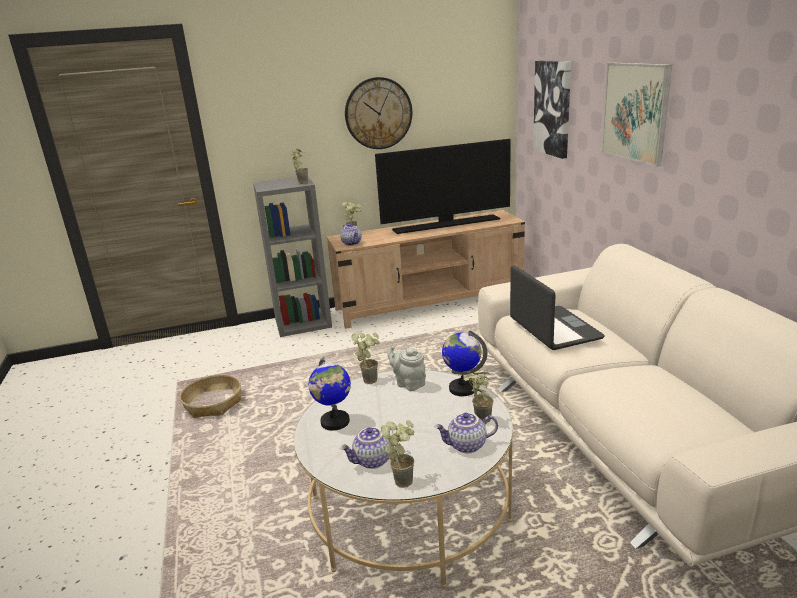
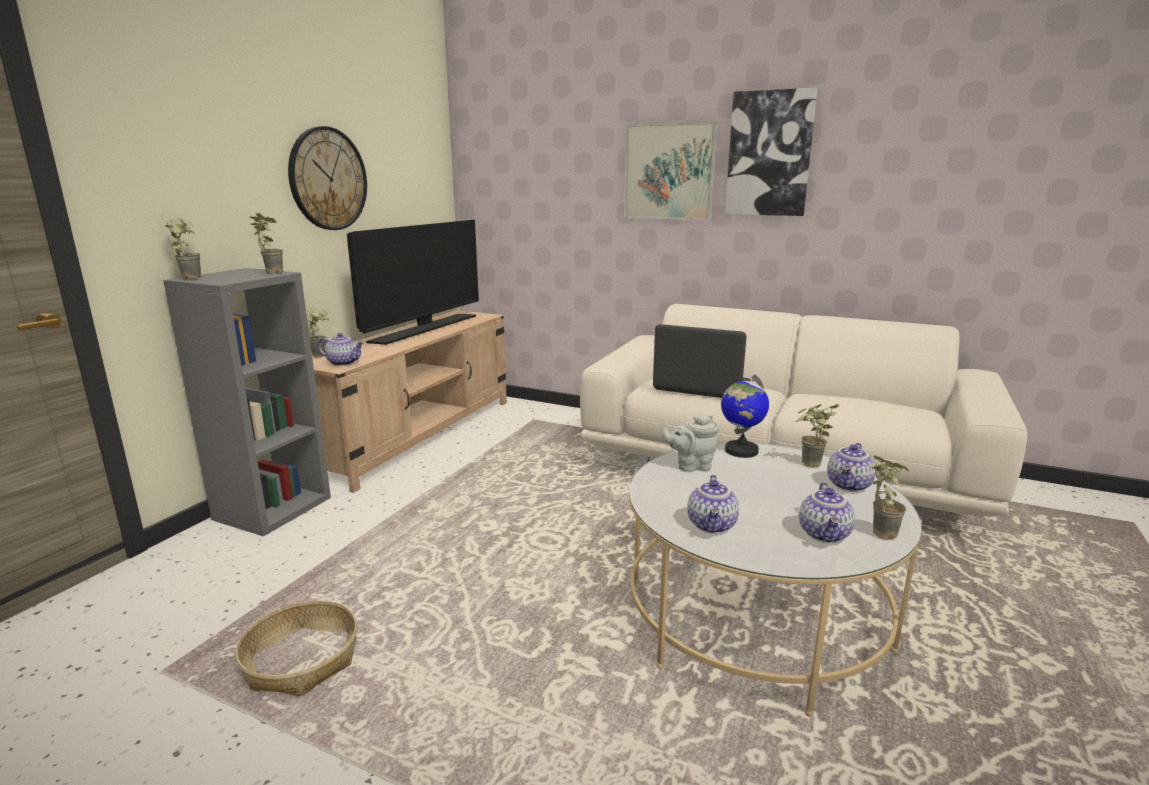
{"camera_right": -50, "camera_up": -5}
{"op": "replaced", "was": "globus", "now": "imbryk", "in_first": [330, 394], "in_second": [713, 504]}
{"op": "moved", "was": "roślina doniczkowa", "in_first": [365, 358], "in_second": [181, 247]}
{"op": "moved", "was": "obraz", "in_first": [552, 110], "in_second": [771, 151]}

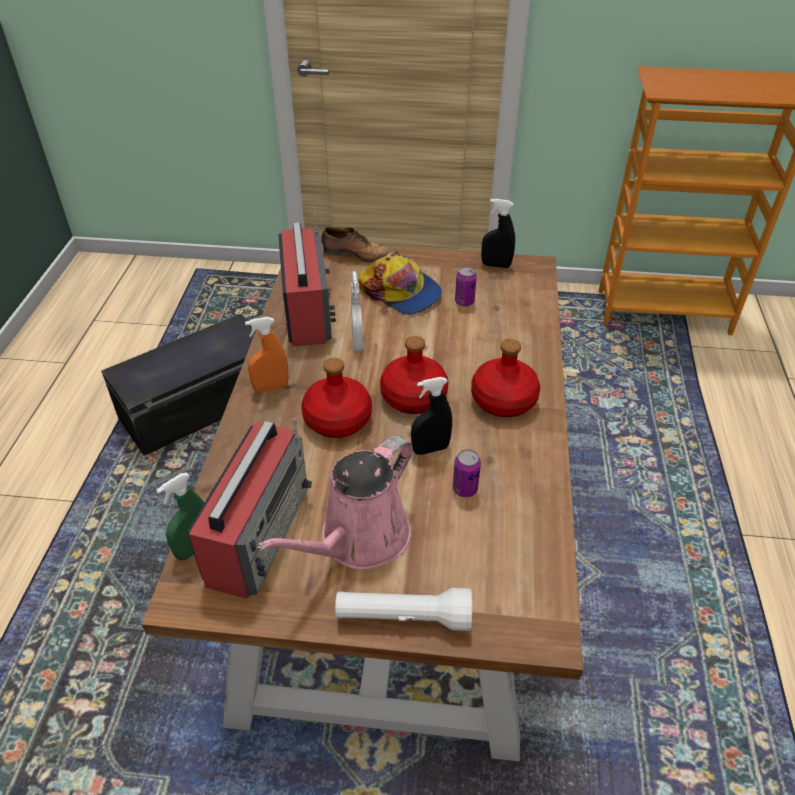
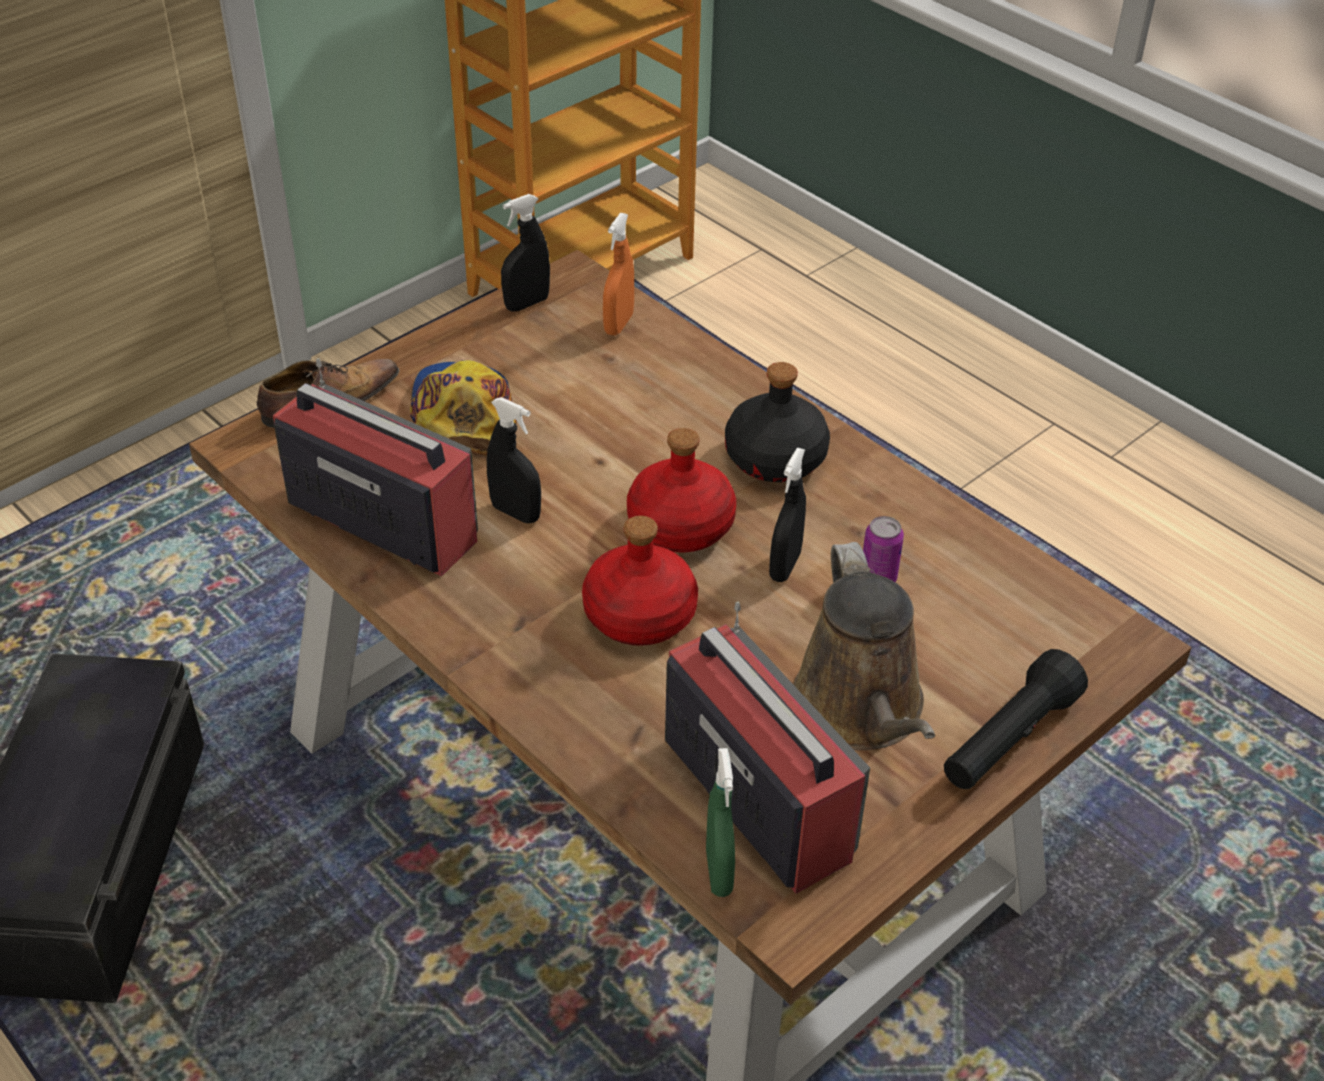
{"camera_right": -50, "camera_up": 0}
{"op": "moved", "was": "spryskiwacz [pomarańczowy]", "in_first": [266, 355], "in_second": [618, 274]}
{"op": "recoloured", "was": "konewka [różowy]", "now": "konewka [brązowy]", "in_first": [335, 502], "in_second": [864, 646]}
{"op": "recoloured", "was": "latarka [biały]", "now": "latarka [czarny]", "in_first": [403, 609], "in_second": [1016, 719]}
{"op": "recoloured", "was": "spryskiwacz [biały]", "now": "spryskiwacz [czarny]", "in_first": [357, 311], "in_second": [514, 460]}
{"op": "turned", "was": "czapka z daszkiem", "in_first": [400, 284], "in_second": [463, 407], "clockwise": -90}
{"op": "removed", "was": "puszka", "in_first": [466, 287]}
{"op": "recoloured", "was": "butelka [czerwony]", "now": "butelka [czarny]", "in_first": [505, 378], "in_second": [777, 422]}

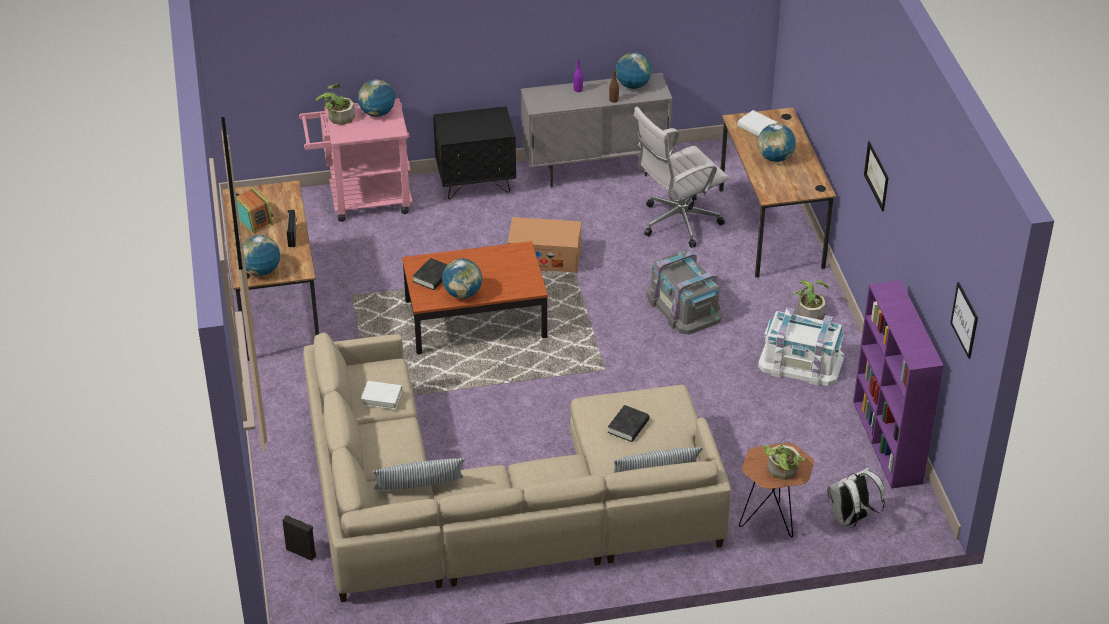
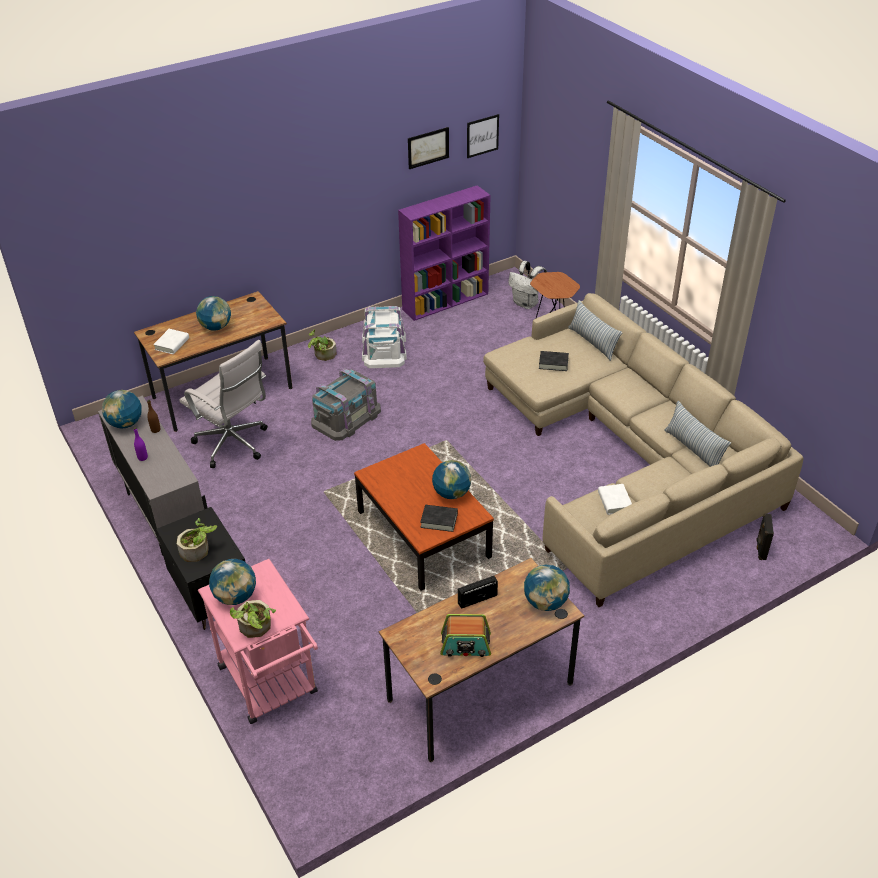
{"camera_right": -110, "camera_up": 0}
{"op": "turned", "was": "radio", "in_first": [254, 210], "in_second": [465, 635], "clockwise": -120}
{"op": "removed", "was": "karton", "in_first": [544, 245]}
{"op": "moved", "was": "roślina doniczkowa", "in_first": [785, 462], "in_second": [196, 540]}
{"op": "moved", "was": "obraz", "in_first": [876, 176], "in_second": [428, 148]}

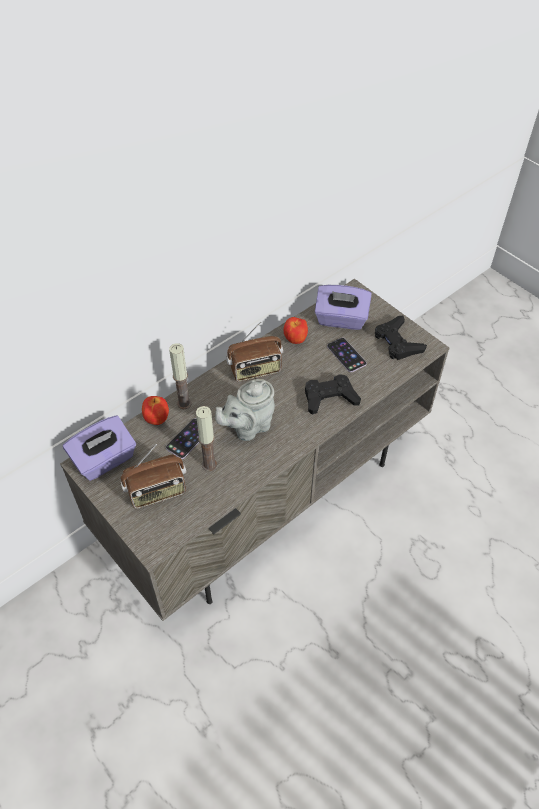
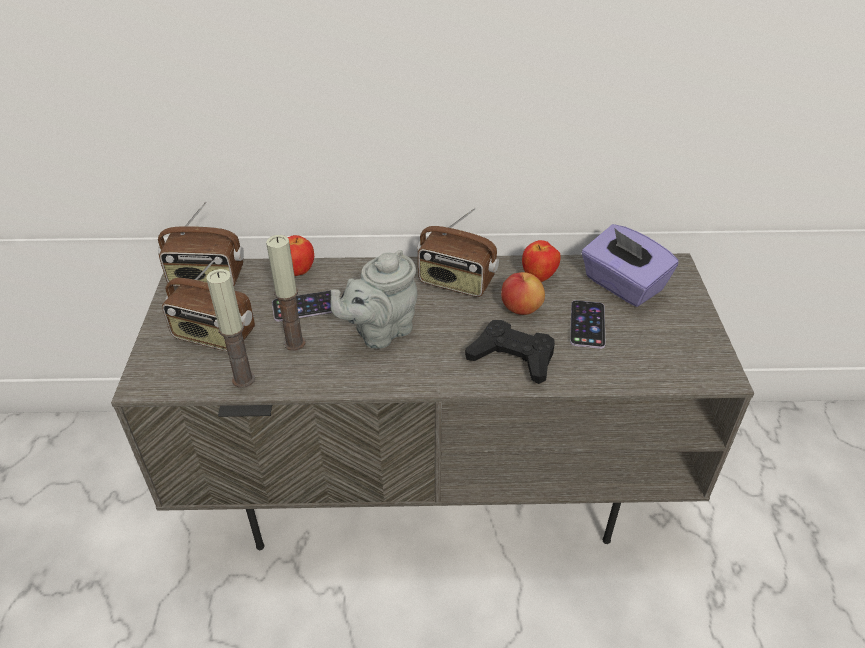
{"camera_right": 40, "camera_up": -10}
{"op": "replaced", "was": "pudełko chusteczek [fioletowy]", "now": "radio", "in_first": [99, 448], "in_second": [201, 243]}
{"op": "moved", "was": "świeca", "in_first": [180, 376], "in_second": [231, 328]}
{"op": "turned", "was": "imbryk [szary]", "in_first": [245, 410], "in_second": [373, 299], "clockwise": -45}
{"op": "removed", "was": "pad do gier [czarny]", "in_first": [401, 337]}
{"op": "added", "now": "jabłko", "in_second": [523, 293]}

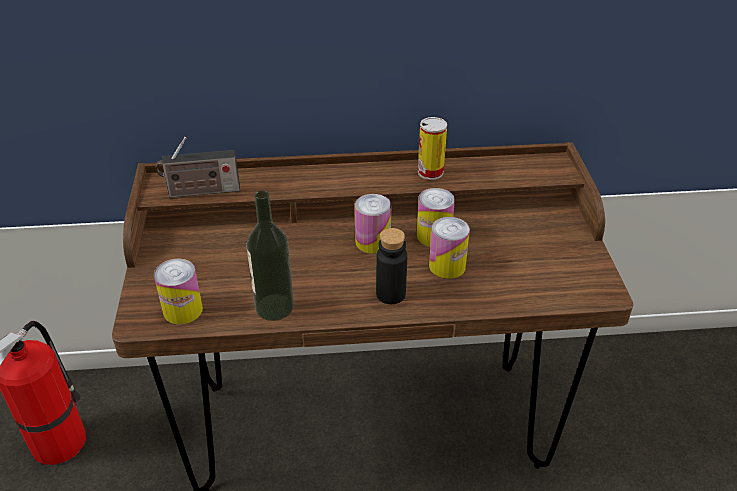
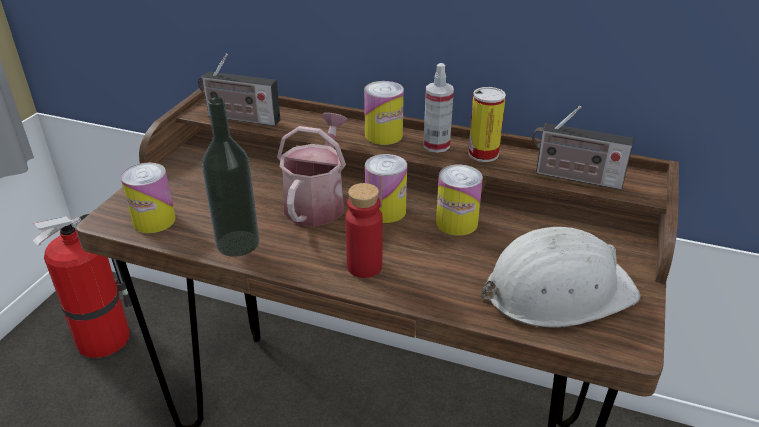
{"camera_right": 25, "camera_up": -5}
{"op": "recoloured", "was": "butelka [czarny]", "now": "butelka [czerwony]", "in_first": [391, 266], "in_second": [364, 230]}
{"op": "moved", "was": "puszka", "in_first": [449, 248], "in_second": [384, 113]}
{"op": "added", "now": "konewka", "in_second": [312, 170]}
{"op": "added", "now": "spryskiwacz", "in_second": [438, 108]}
{"op": "added", "now": "kask [biały]", "in_second": [561, 277]}
{"op": "added", "now": "radio", "in_second": [583, 148]}

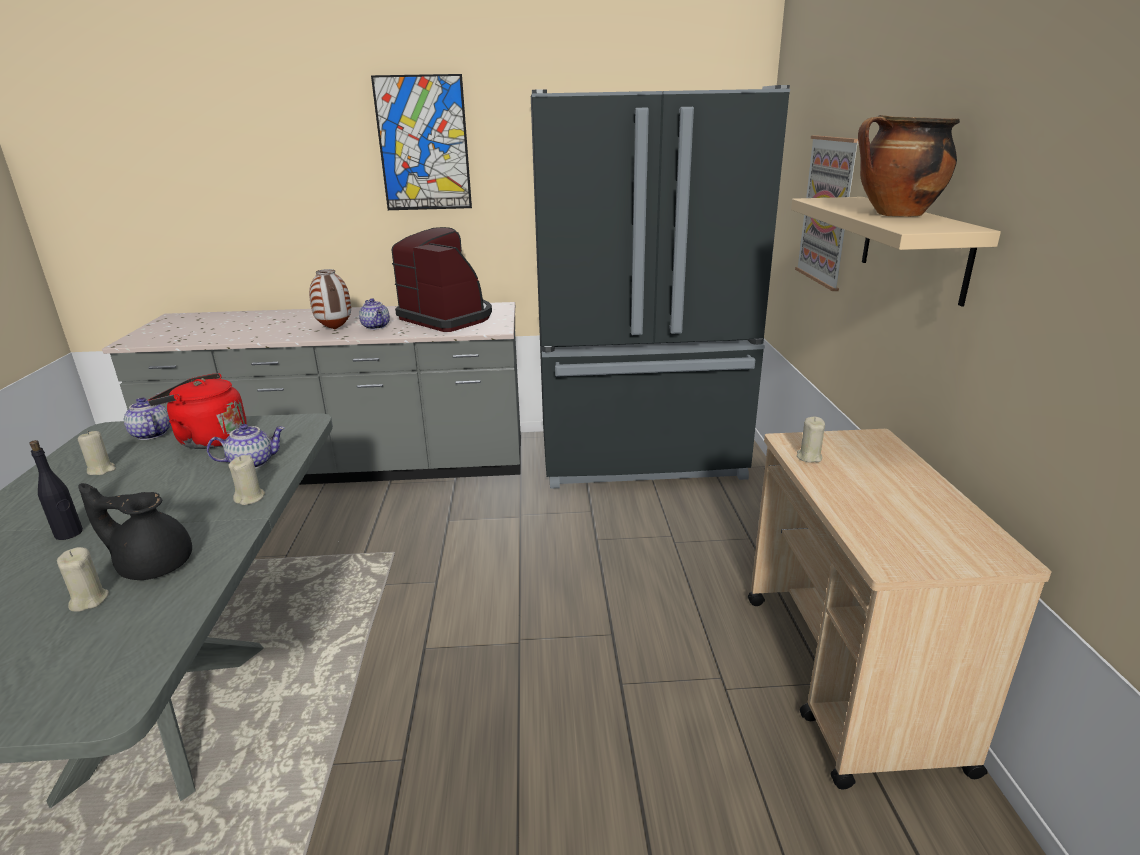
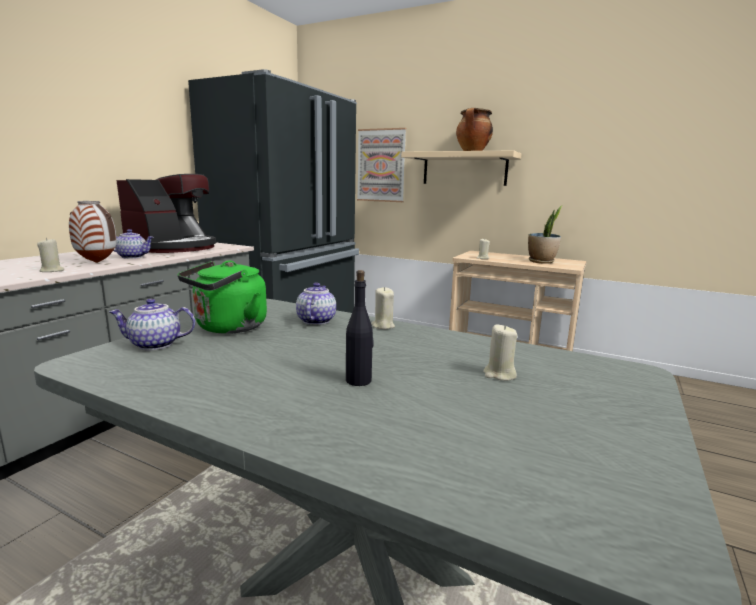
{"camera_right": -60, "camera_up": -10}
{"op": "moved", "was": "świeca [beżowy]", "in_first": [97, 453], "in_second": [50, 255]}
{"op": "removed", "was": "imbryk [czarny]", "in_first": [135, 531]}
{"op": "recoloured", "was": "czajnik [czerwony]", "now": "czajnik [zielony]", "in_first": [197, 411], "in_second": [222, 297]}
{"op": "removed", "was": "obraz", "in_first": [421, 142]}
{"op": "turned", "was": "ekspres do kawy", "in_first": [442, 279], "in_second": [166, 213], "clockwise": 135}
{"op": "added", "now": "roślina doniczkowa", "in_second": [545, 235]}

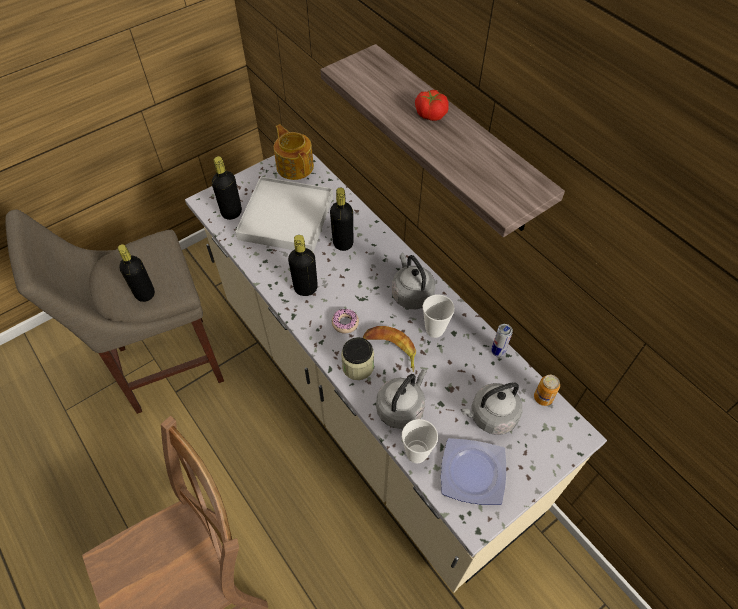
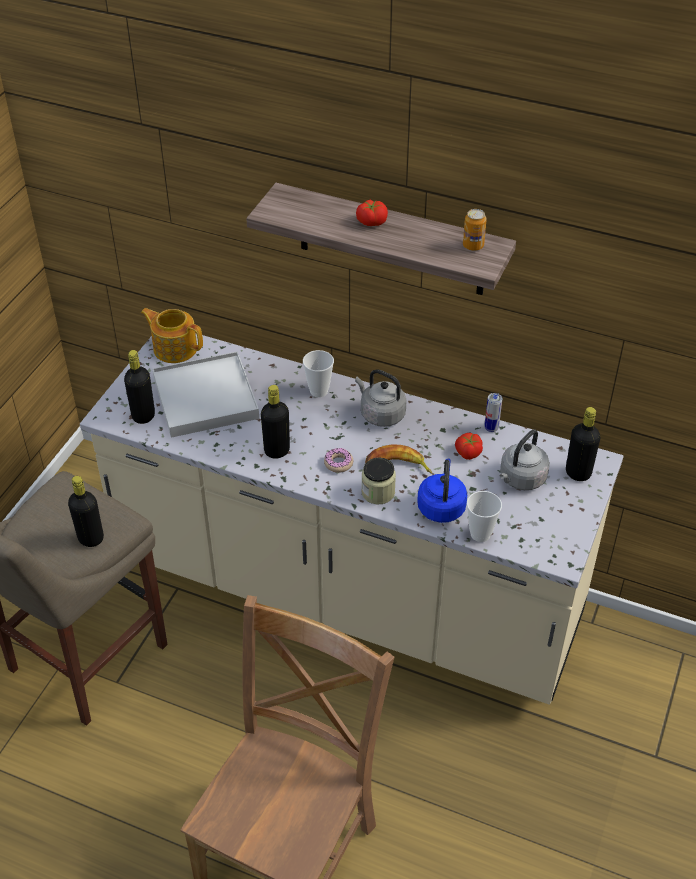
{"camera_right": -30, "camera_up": -10}
{"op": "moved", "was": "butelka [czarny]", "in_first": [341, 219], "in_second": [583, 444]}
{"op": "recoloured", "was": "czajnik [szary]", "now": "czajnik [niebieski]", "in_first": [401, 399], "in_second": [442, 491]}
{"op": "moved", "was": "filiżanka", "in_first": [439, 316], "in_second": [318, 373]}
{"op": "removed", "was": "talerz", "in_first": [473, 471]}
{"op": "moved", "was": "puszka", "in_first": [547, 390], "in_second": [474, 230]}
{"op": "added", "now": "pomidor", "in_second": [469, 446]}

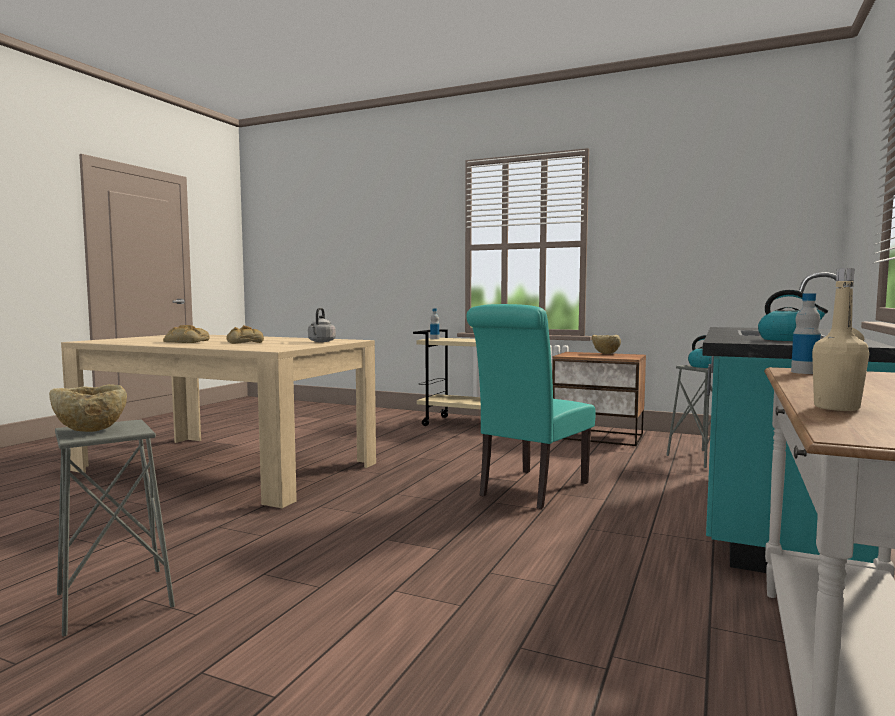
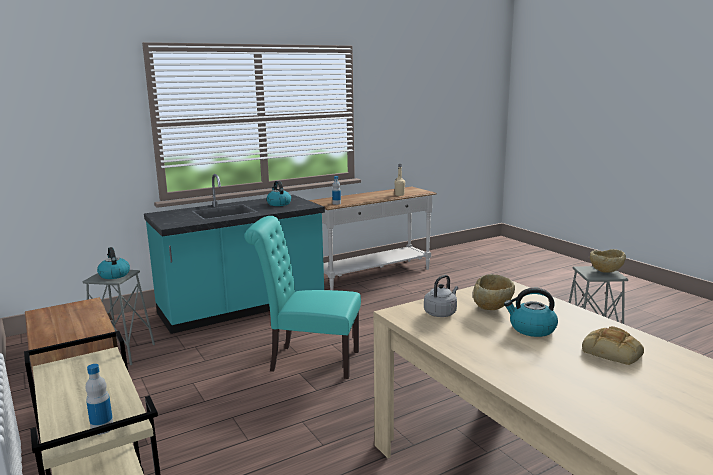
{"camera_right": -145, "camera_up": 10}
{"op": "replaced", "was": "chleb", "now": "czajnik", "in_first": [245, 334], "in_second": [531, 312]}
{"op": "turned", "was": "krzesło [turkusowy]", "in_first": [530, 406], "in_second": [302, 297], "clockwise": -150}
{"op": "moved", "was": "miska [beżowy]", "in_first": [606, 344], "in_second": [494, 292]}

